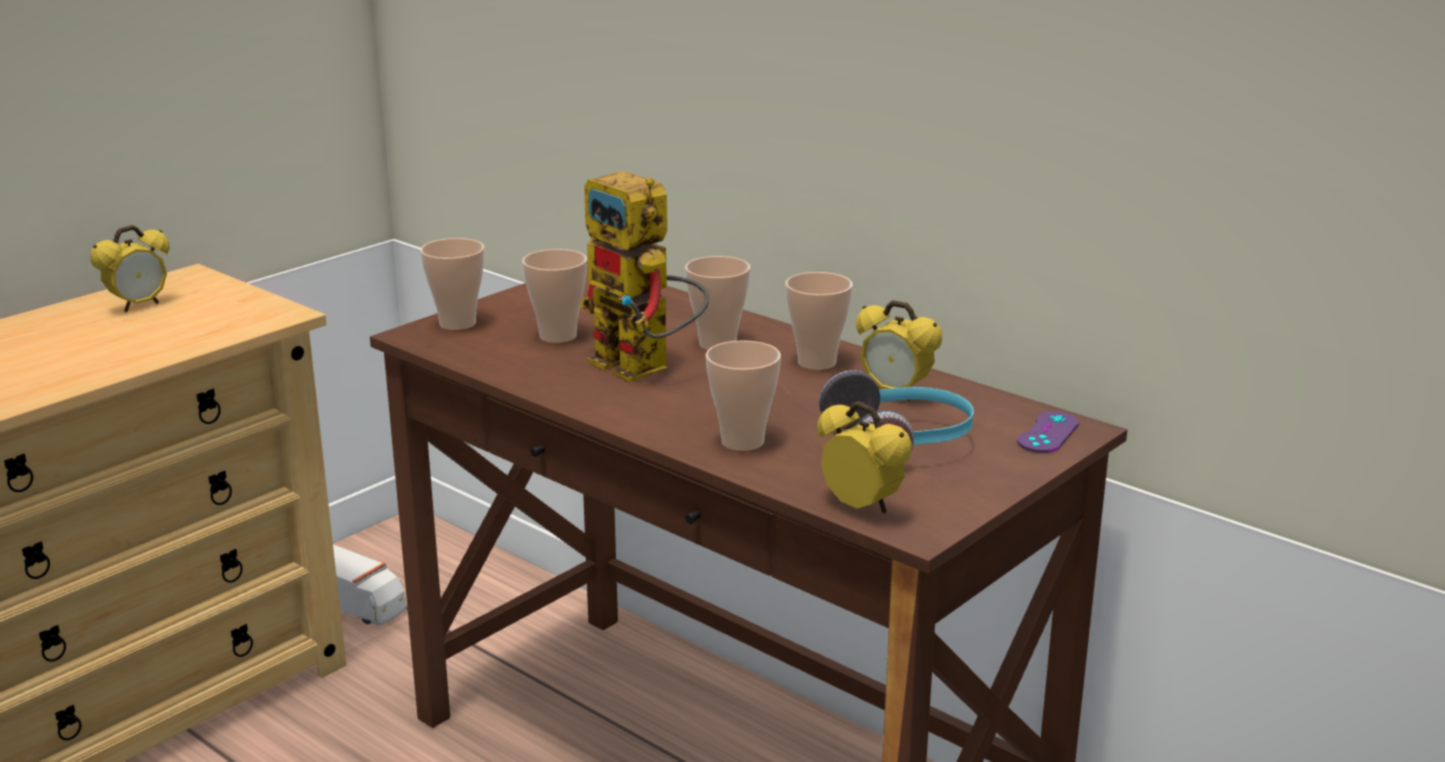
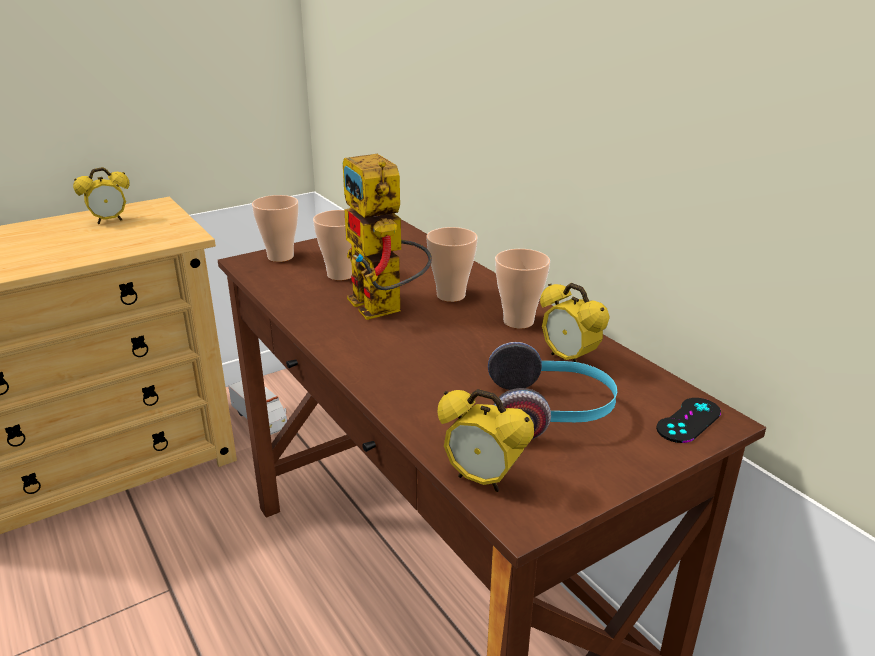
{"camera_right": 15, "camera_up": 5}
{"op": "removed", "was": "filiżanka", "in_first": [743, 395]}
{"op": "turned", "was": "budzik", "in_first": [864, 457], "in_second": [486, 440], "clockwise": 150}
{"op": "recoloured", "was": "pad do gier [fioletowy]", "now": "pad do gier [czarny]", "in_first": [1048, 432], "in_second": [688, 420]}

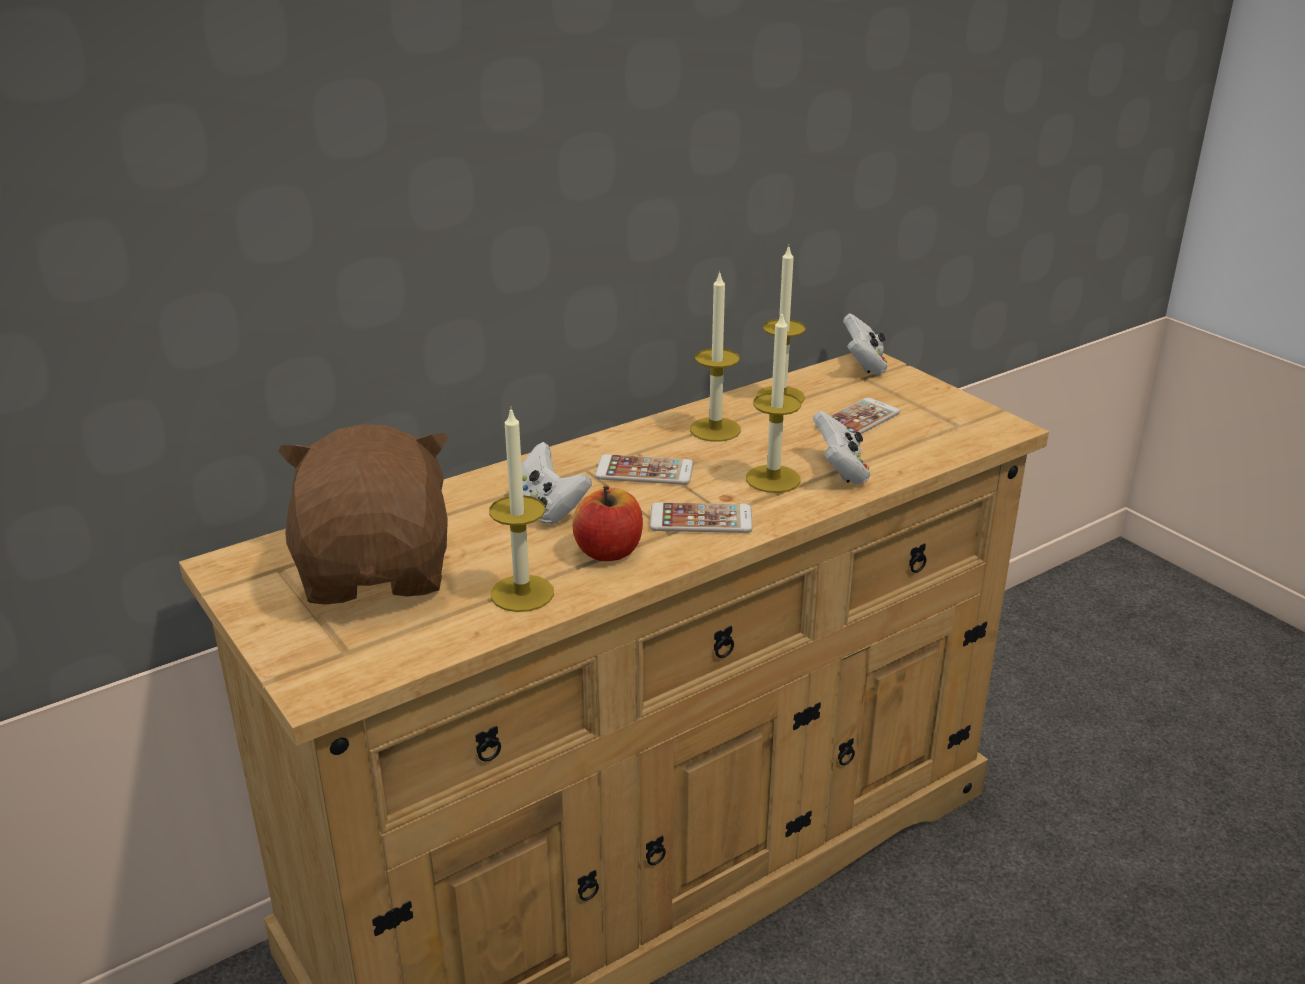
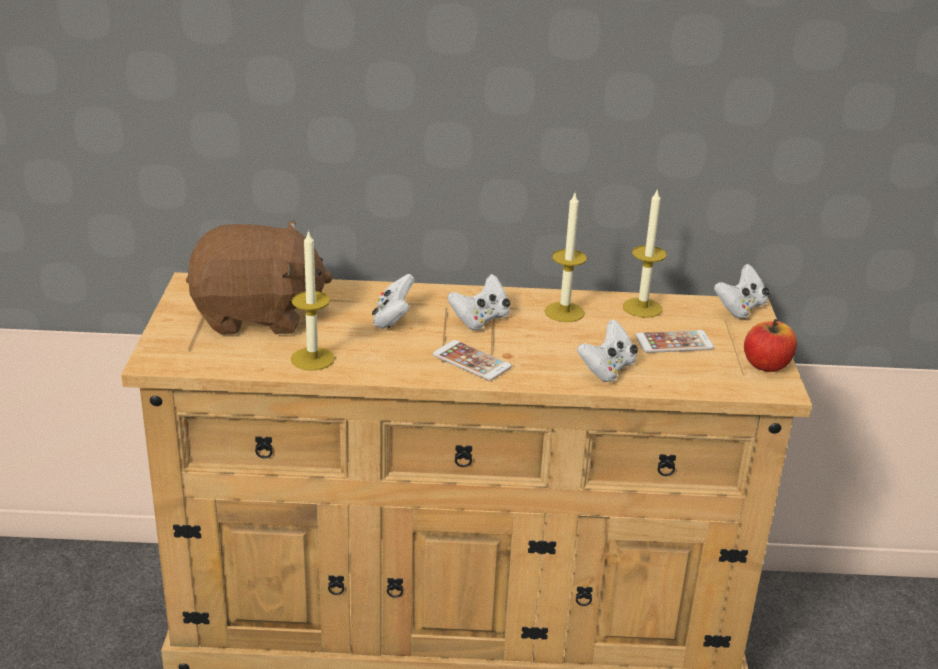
{"camera_right": 35, "camera_up": 0}
{"op": "turned", "was": "pluszak [brązowy]", "in_first": [363, 514], "in_second": [259, 277], "clockwise": 60}
{"op": "moved", "was": "jabłko", "in_first": [607, 523], "in_second": [770, 345]}
{"op": "replaced", "was": "telefon", "now": "pad do gier [biały]", "in_first": [644, 469], "in_second": [478, 302]}
{"op": "removed", "was": "świeca", "in_first": [773, 402]}

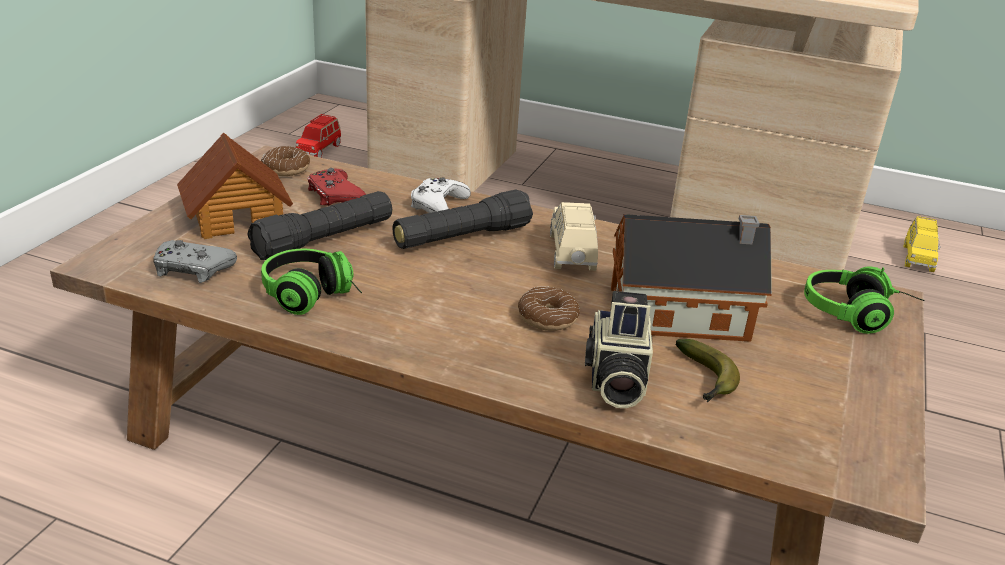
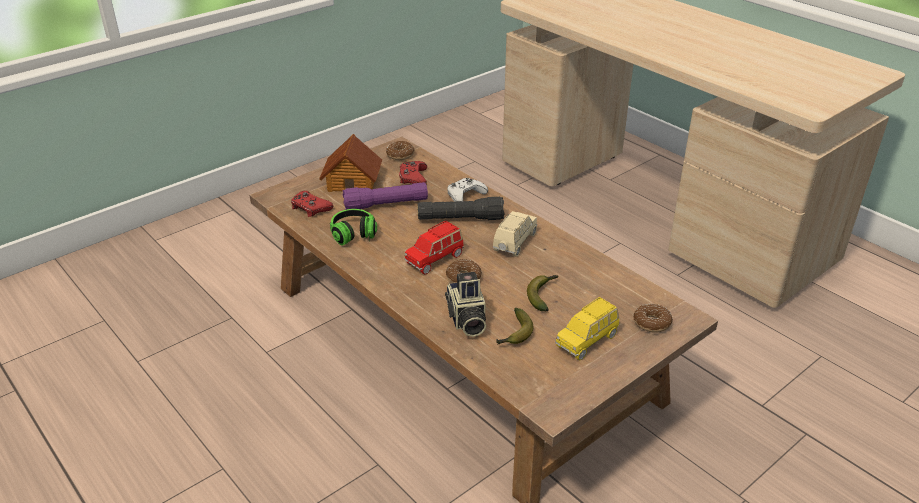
{"camera_right": 30, "camera_up": 5}
{"op": "recoloured", "was": "pad do gier [szary]", "now": "pad do gier [czerwony]", "in_first": [195, 261], "in_second": [312, 204]}
{"op": "recoloured", "was": "latarka [czarny]", "now": "latarka [fioletowy]", "in_first": [319, 225], "in_second": [385, 196]}
{"op": "moved", "was": "samochodzik [czerwony]", "in_first": [318, 136], "in_second": [434, 247]}
{"op": "turned", "was": "aparat fotograficzny", "in_first": [619, 349], "in_second": [465, 304], "clockwise": -45}
{"op": "replaced", "was": "domek", "now": "banan", "in_first": [691, 278], "in_second": [542, 293]}
{"op": "replaced", "was": "słuchawki", "now": "donut", "in_first": [864, 300], "in_second": [653, 318]}
{"op": "moved", "was": "samochodzik [żółty]", "in_first": [922, 244], "in_second": [587, 329]}

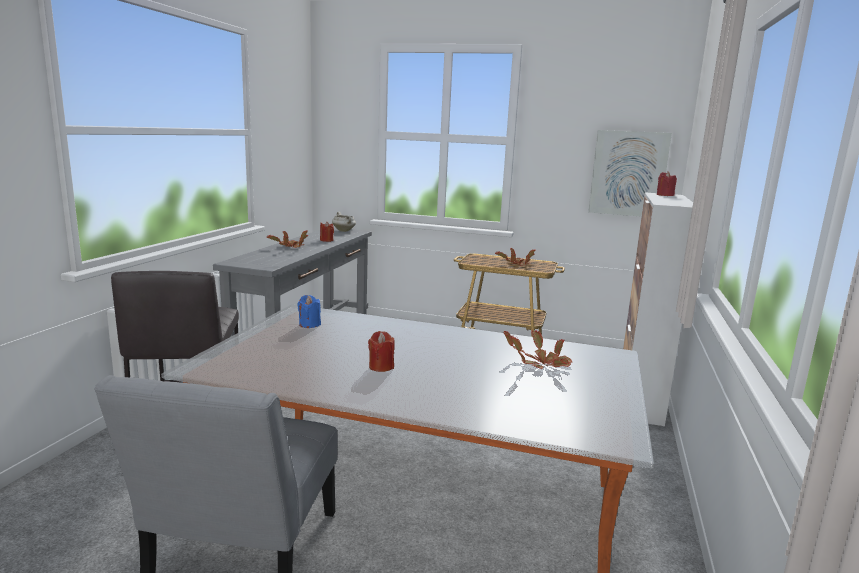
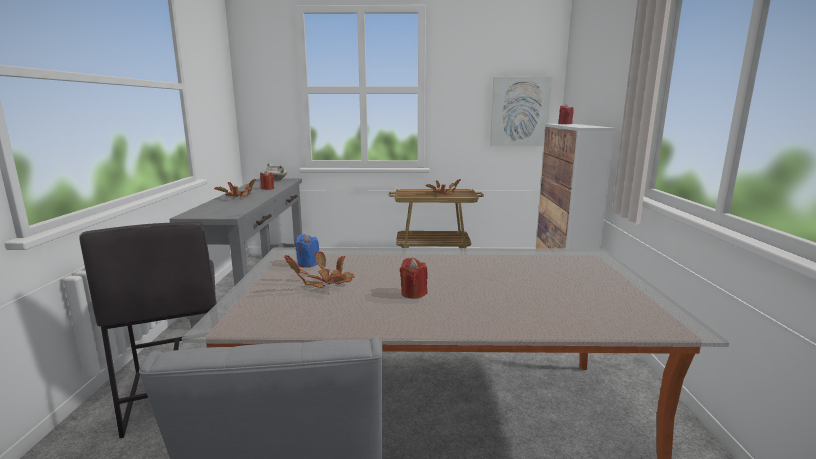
{"camera_right": -15, "camera_up": 0}
{"op": "moved", "was": "roślina doniczkowa", "in_first": [537, 350], "in_second": [319, 269]}

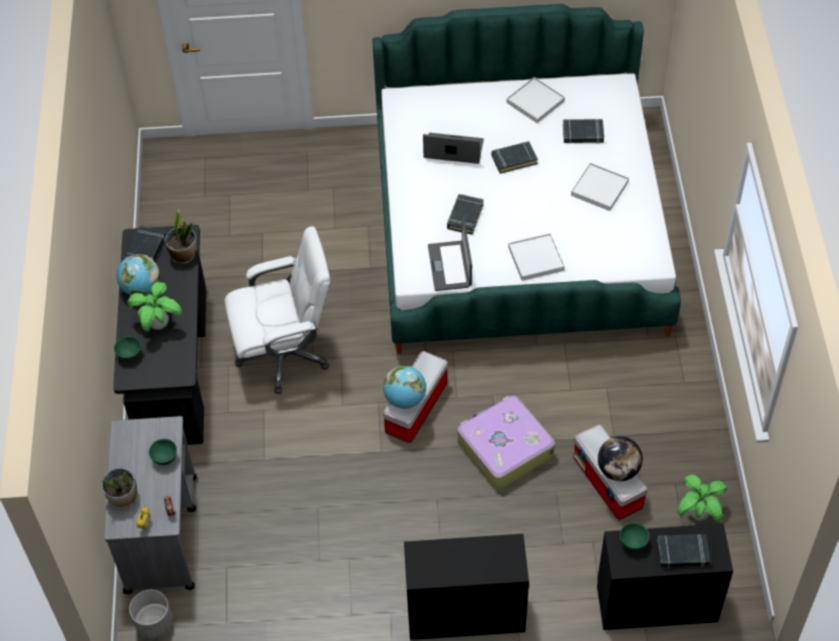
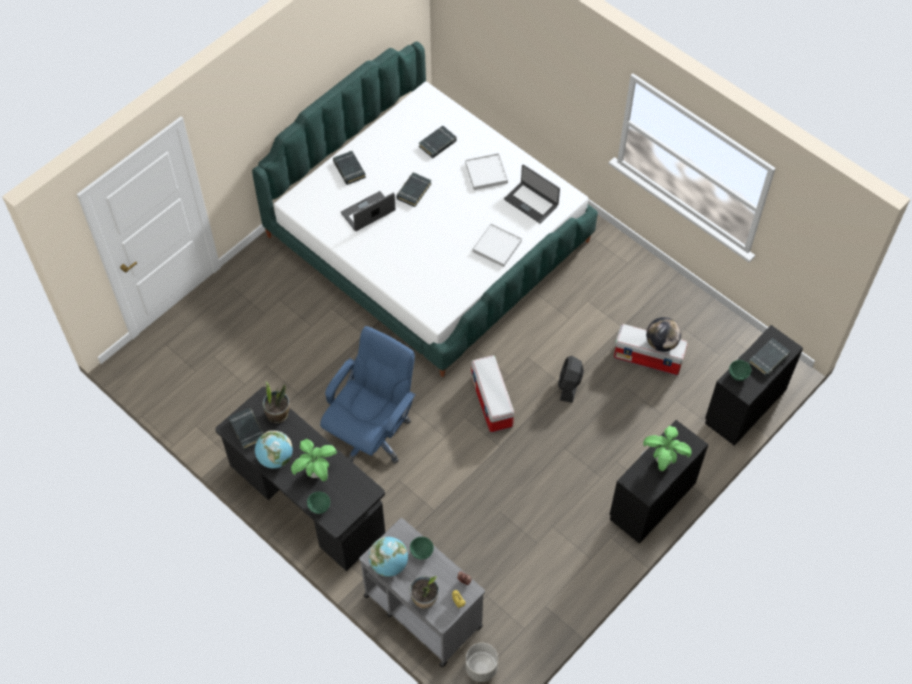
{"camera_right": -45, "camera_up": 5}
{"op": "recoloured", "was": "krzesło biurowe [biały]", "now": "krzesło biurowe [niebieski]", "in_first": [277, 310], "in_second": [368, 395]}
{"op": "moved", "was": "globus", "in_first": [404, 387], "in_second": [388, 557]}
{"op": "moved", "was": "laptop", "in_first": [450, 255], "in_second": [532, 194]}
{"op": "moved", "was": "książka [czarny]", "in_first": [465, 214], "in_second": [349, 168]}
{"op": "replaced", "was": "walizka", "now": "wentylator [czarny]", "in_first": [506, 442], "in_second": [571, 379]}
{"op": "removed", "was": "taca [biały]", "in_first": [535, 100]}
{"op": "moved", "was": "roślina doniczkowa", "in_first": [702, 498], "in_second": [667, 448]}

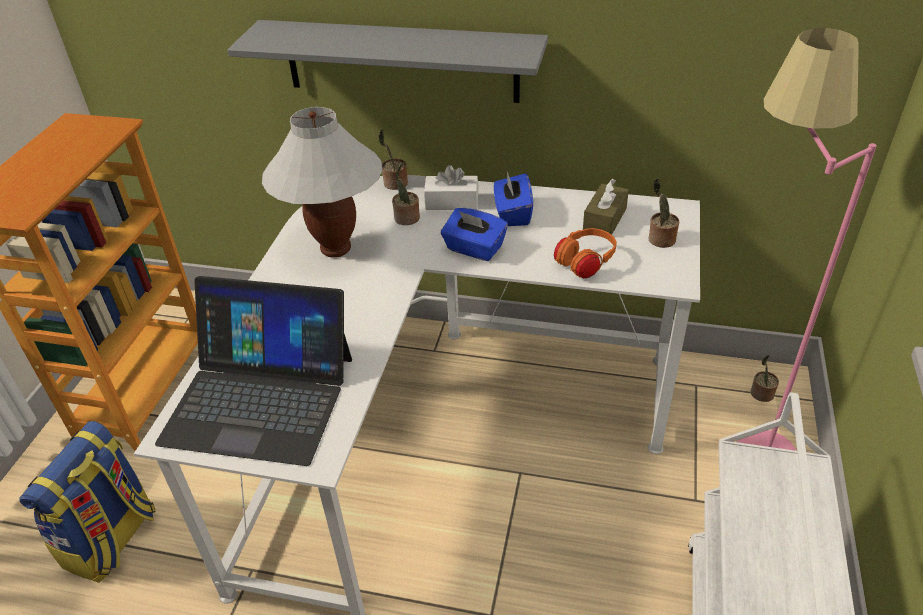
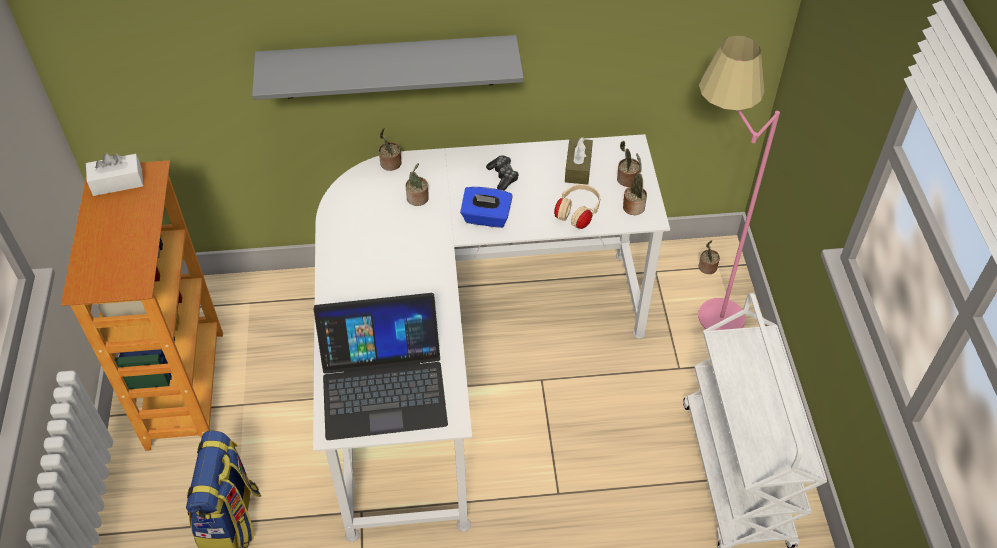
{"camera_right": -20, "camera_up": 10}
{"op": "removed", "was": "lampa stołowa [biały]", "in_first": [322, 182]}
{"op": "moved", "was": "pudełko chusteczek [biały]", "in_first": [451, 187], "in_second": [114, 174]}
{"op": "replaced", "was": "pudełko chusteczek [niebieski]", "now": "pad do gier", "in_first": [513, 199], "in_second": [502, 173]}
{"op": "recoloured", "was": "słuchawki [pomarańczowy]", "now": "słuchawki [beżowy]", "in_first": [585, 253], "in_second": [577, 206]}
{"op": "added", "now": "roślina doniczkowa", "in_second": [635, 184]}

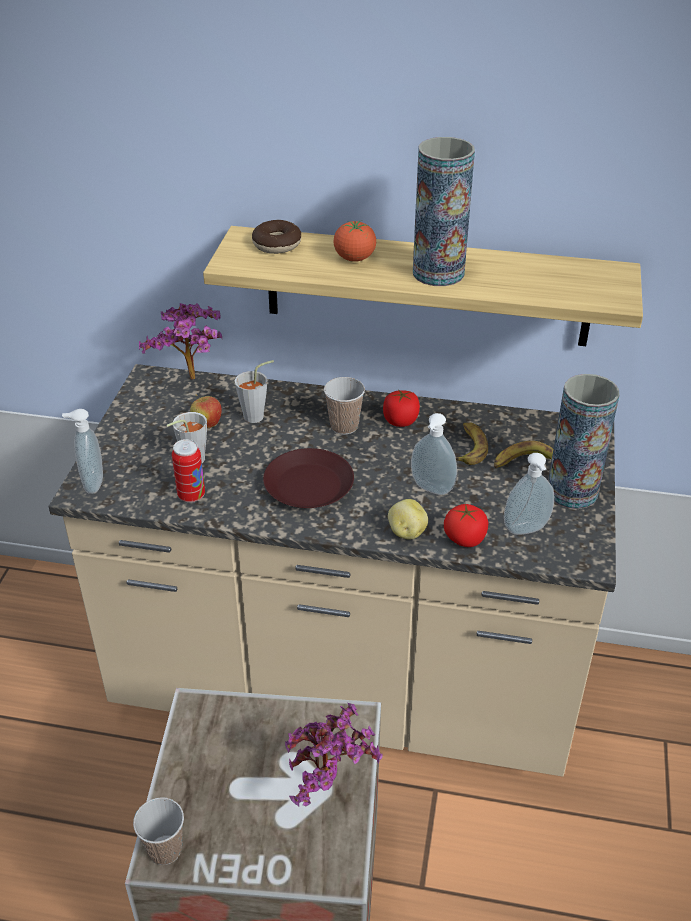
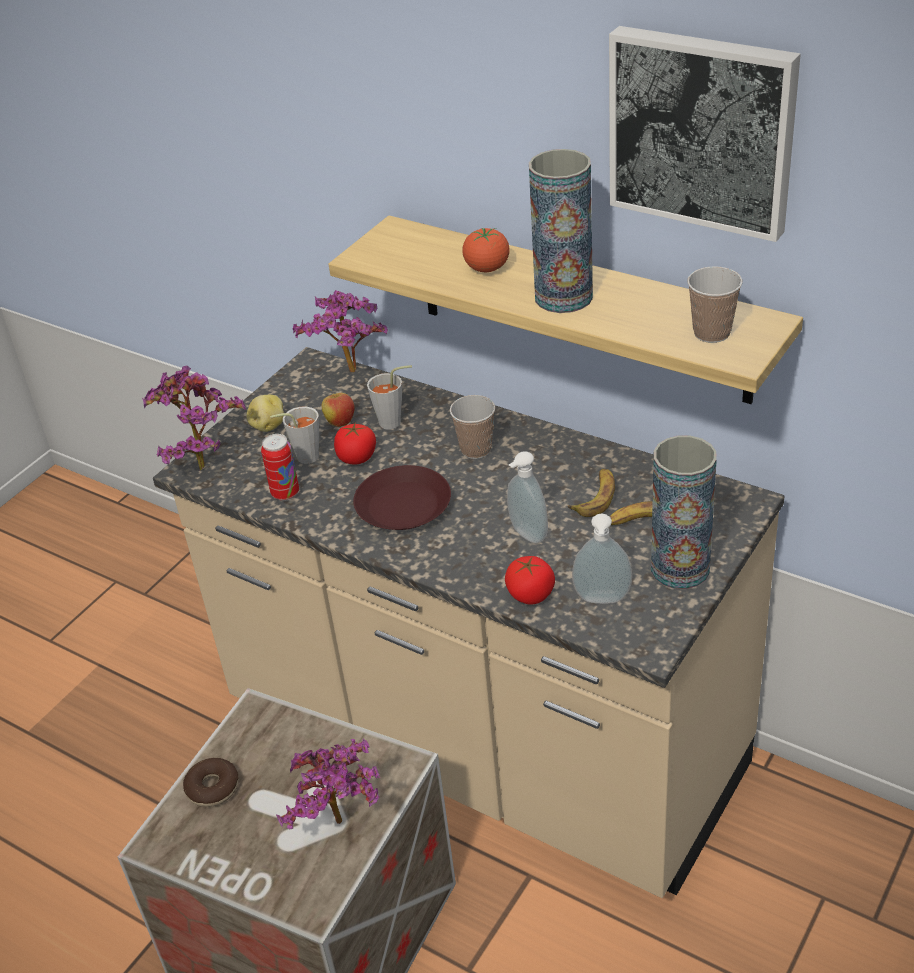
{"camera_right": 25, "camera_up": 0}
{"op": "replaced", "was": "dozownik mydła", "now": "roślina doniczkowa", "in_first": [82, 451], "in_second": [194, 418]}
{"op": "moved", "was": "filiżanka", "in_first": [158, 831], "in_second": [715, 304]}
{"op": "moved", "was": "donut", "in_first": [276, 237], "in_second": [210, 782]}
{"op": "moved", "was": "pomidor", "in_first": [401, 408], "in_second": [355, 444]}
{"op": "moved", "was": "ziemniak", "in_first": [408, 519], "in_second": [265, 413]}
{"op": "added", "now": "obraz", "in_second": [705, 134]}

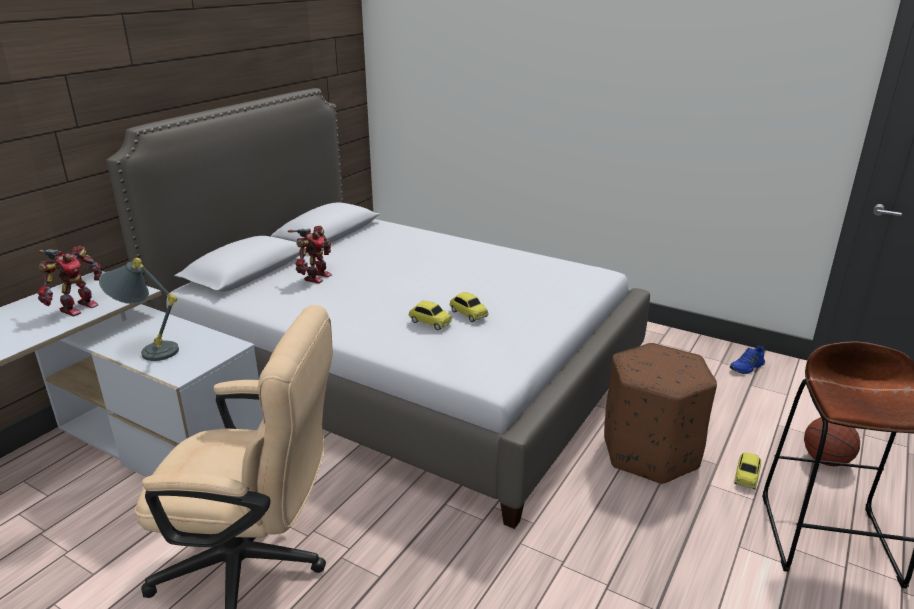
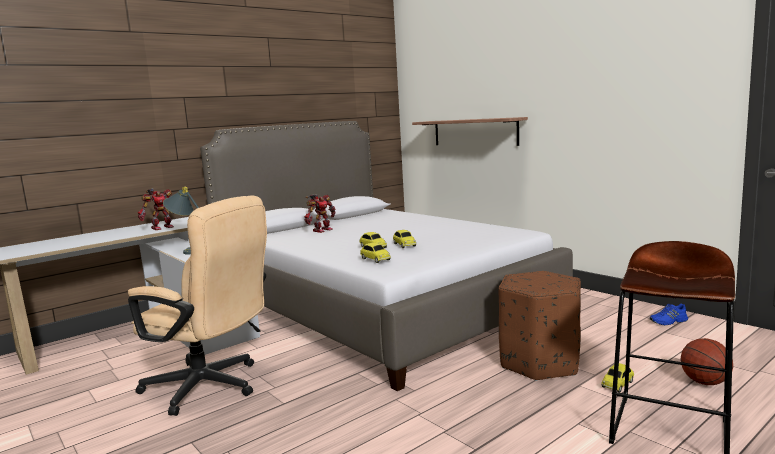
{"camera_right": 20, "camera_up": -15}
{"op": "added", "now": "samochodzik", "in_second": [375, 253]}
{"op": "added", "now": "półka", "in_second": [470, 131]}

